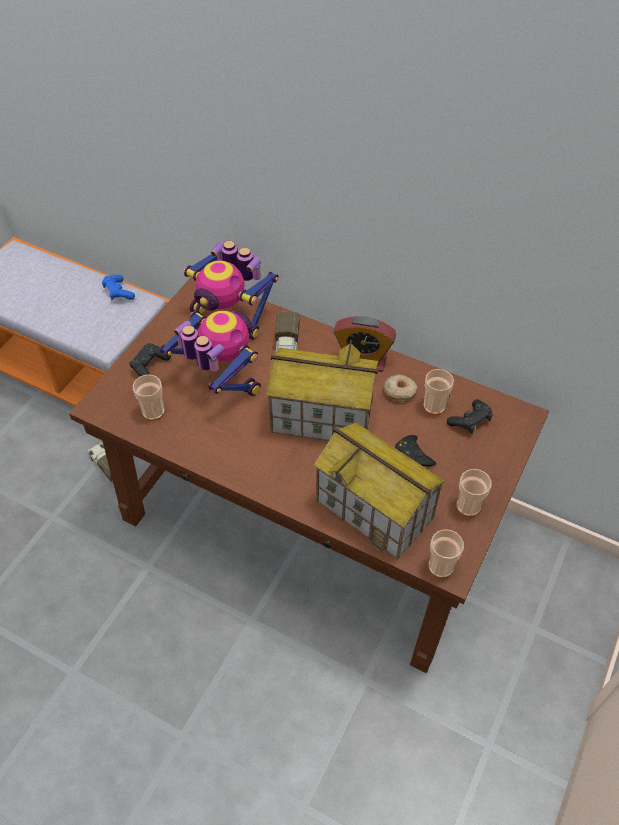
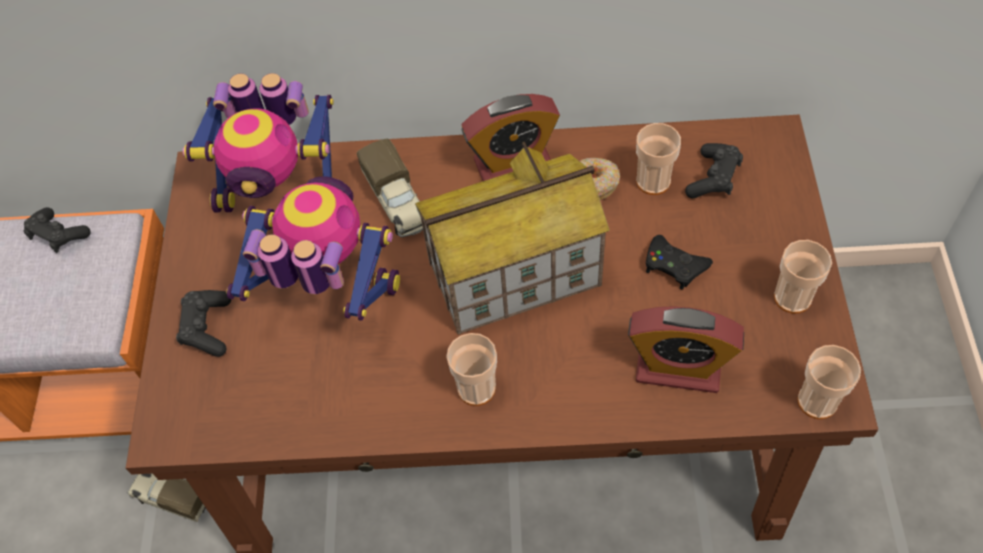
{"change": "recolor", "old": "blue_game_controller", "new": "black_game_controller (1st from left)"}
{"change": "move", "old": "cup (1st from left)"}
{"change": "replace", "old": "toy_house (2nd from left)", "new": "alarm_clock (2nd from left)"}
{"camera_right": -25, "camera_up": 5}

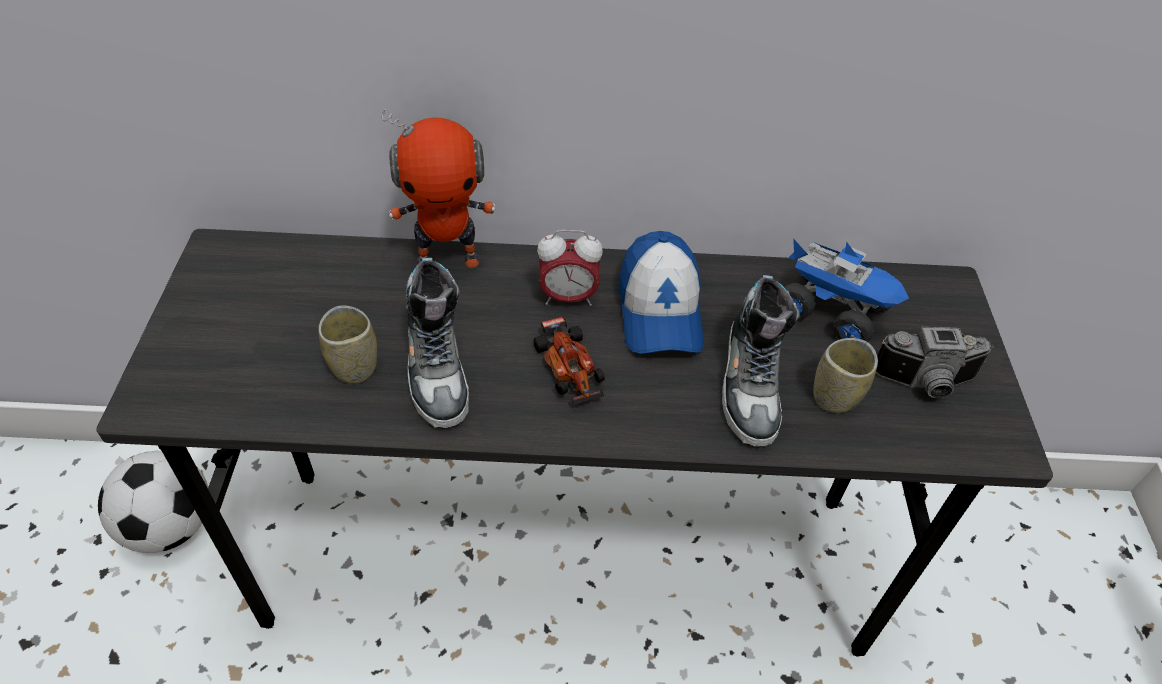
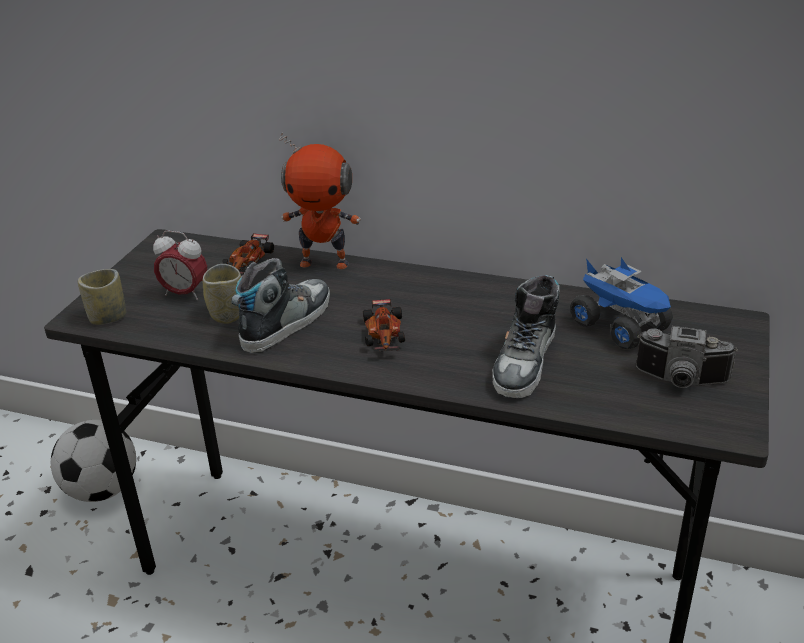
{"change": "rotate", "old": "shoe (1st from left)", "degrees": -150}
{"change": "move", "old": "alarm_clock"}
{"change": "delete", "old": "cap"}
{"change": "move", "old": "cup (2nd from left in the first image)", "new": "cup (1st from left)"}
{"change": "insert", "new": "toy_car (1st from left)"}
{"camera_right": 20, "camera_up": -15}

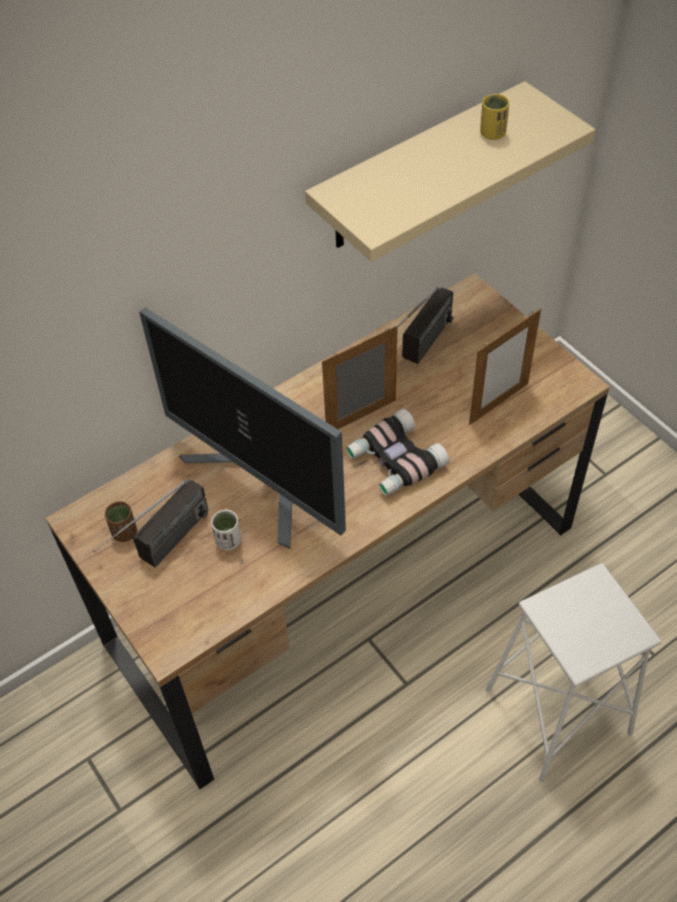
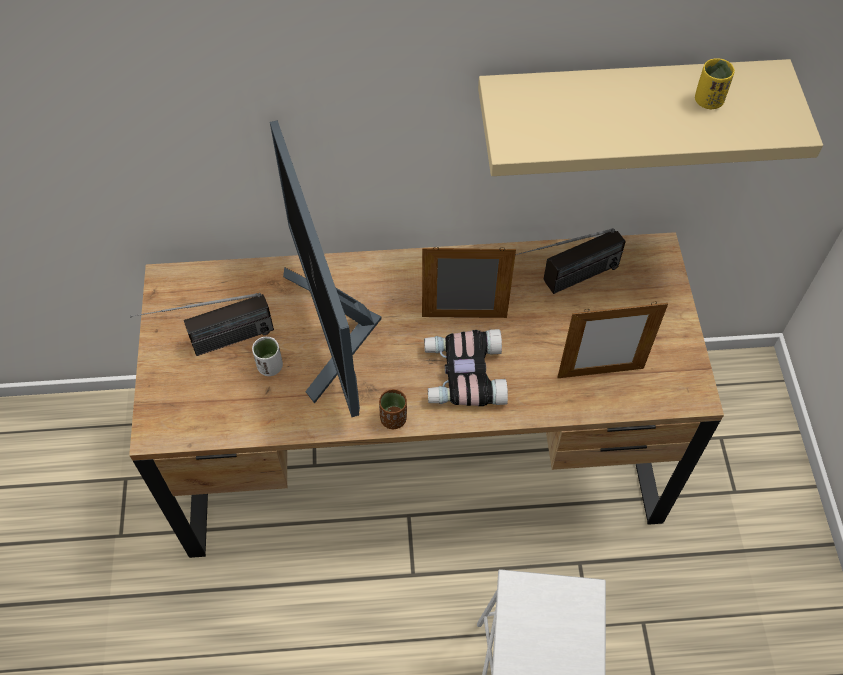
{"change": "move", "old": "brown_cup"}
{"camera_right": 30, "camera_up": 5}

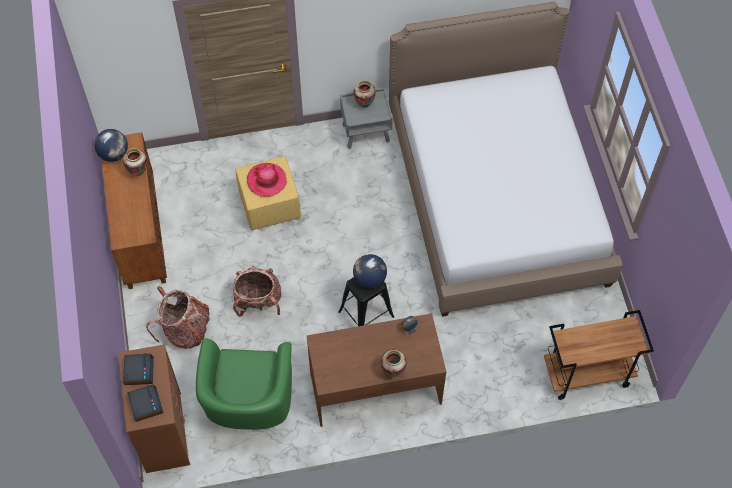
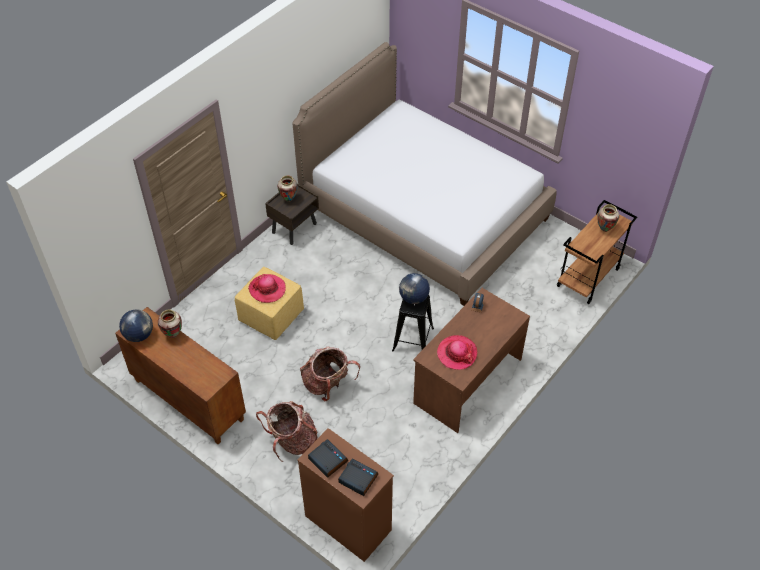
{"change": "delete", "old": "green_armchair"}
{"change": "recolor", "old": "grey_nightstand", "new": "brown_nightstand"}
{"change": "move", "old": "vase (3rd from left)"}
{"change": "insert", "new": "hat (2nd from left)"}
{"camera_right": -40, "camera_up": -10}

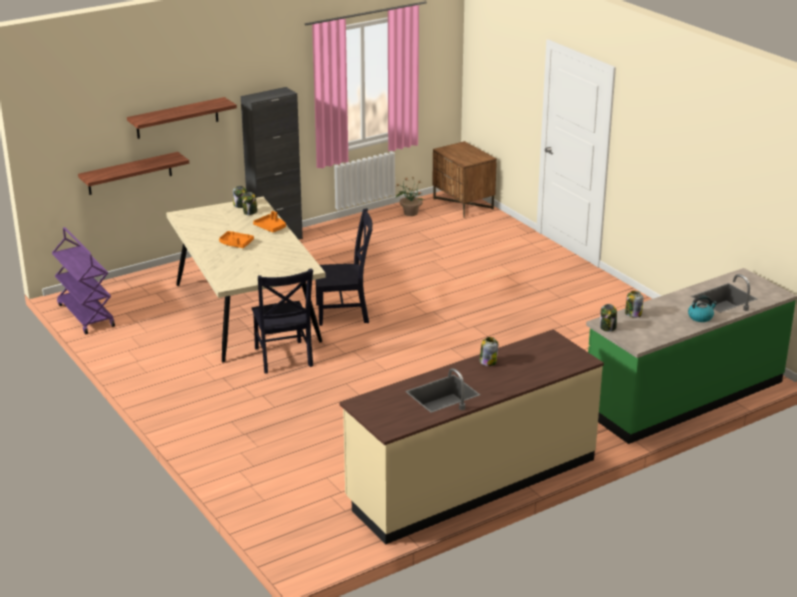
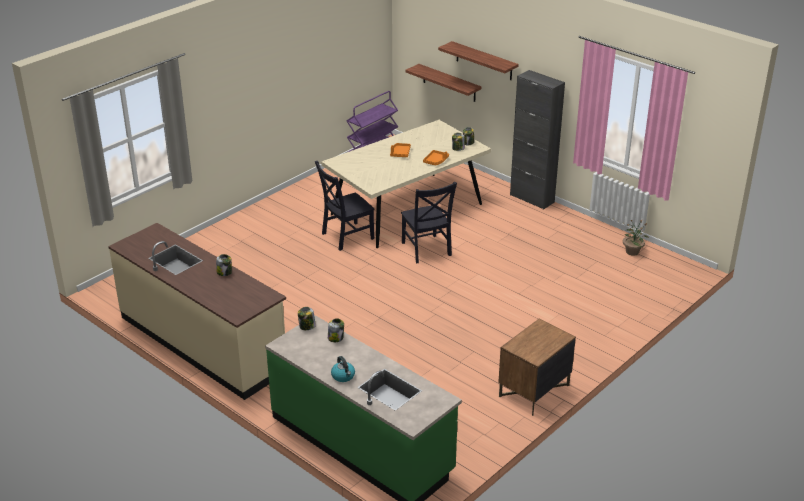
{"change": "move", "old": "brown_nightstand"}
{"camera_right": 75, "camera_up": 5}

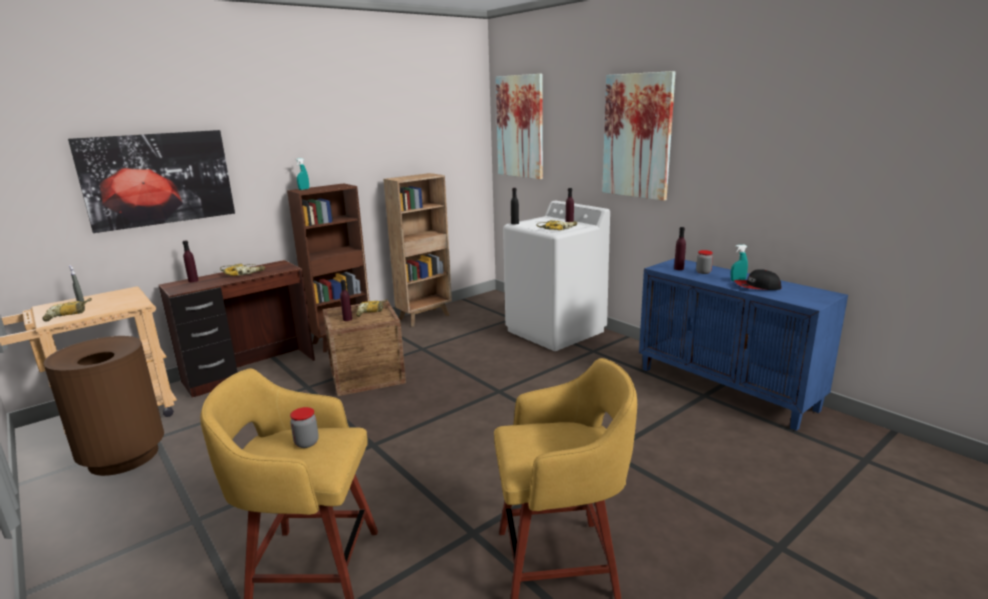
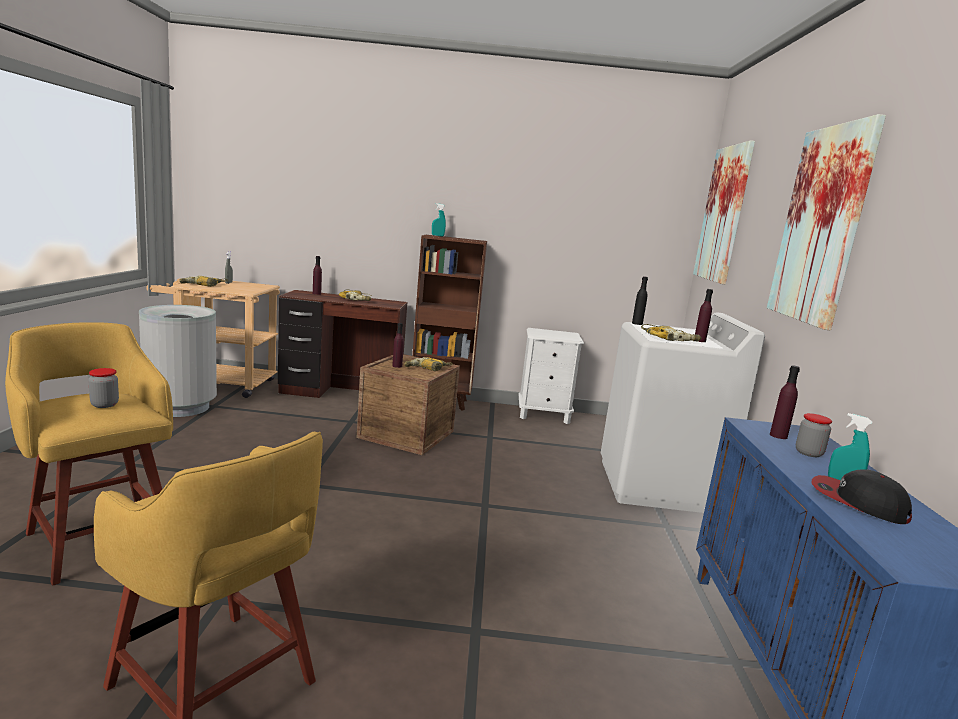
{"change": "recolor", "old": "brown_trash_can", "new": "grey_trash_can"}
{"change": "delete", "old": "picture (1st from left)"}
{"change": "replace", "old": "brown_bookcase (2nd from left)", "new": "white_nightstand"}
{"camera_right": 40, "camera_up": -5}

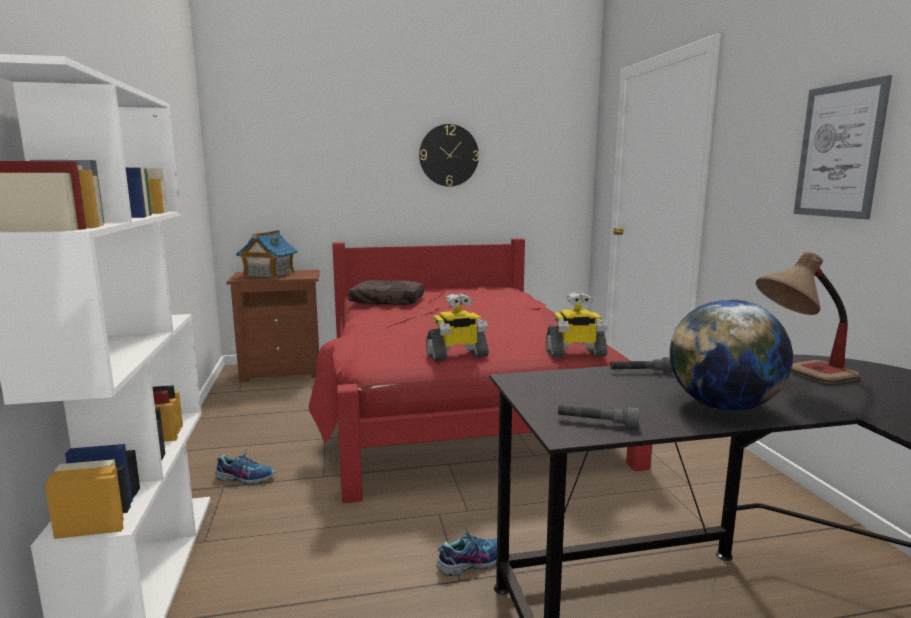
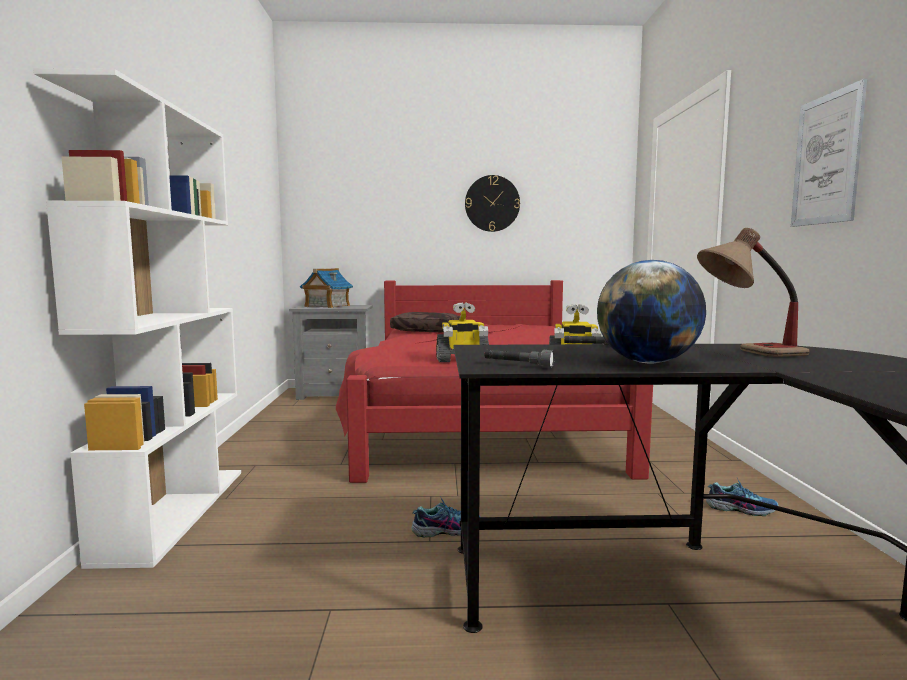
{"change": "move", "old": "shoe (1st from left in the first image)", "new": "shoe (2nd from left)"}
{"change": "recolor", "old": "brown_nightstand", "new": "grey_nightstand"}
{"camera_right": 10, "camera_up": -5}

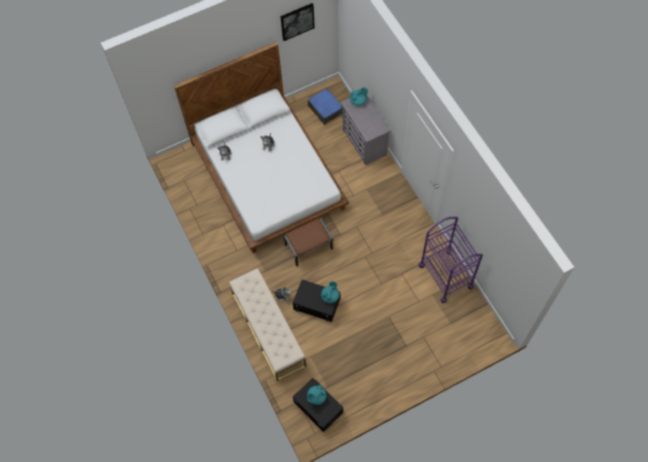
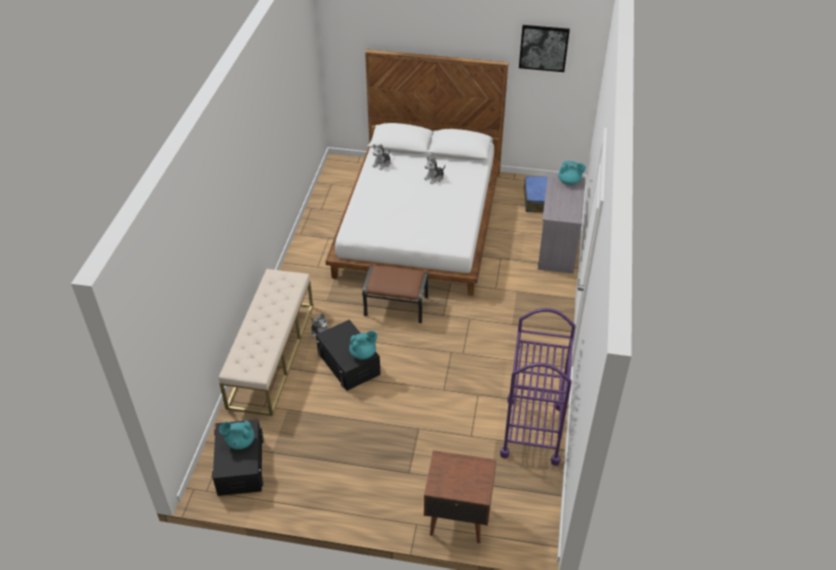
{"change": "insert", "new": "brown_nightstand"}
{"camera_right": 35, "camera_up": -20}

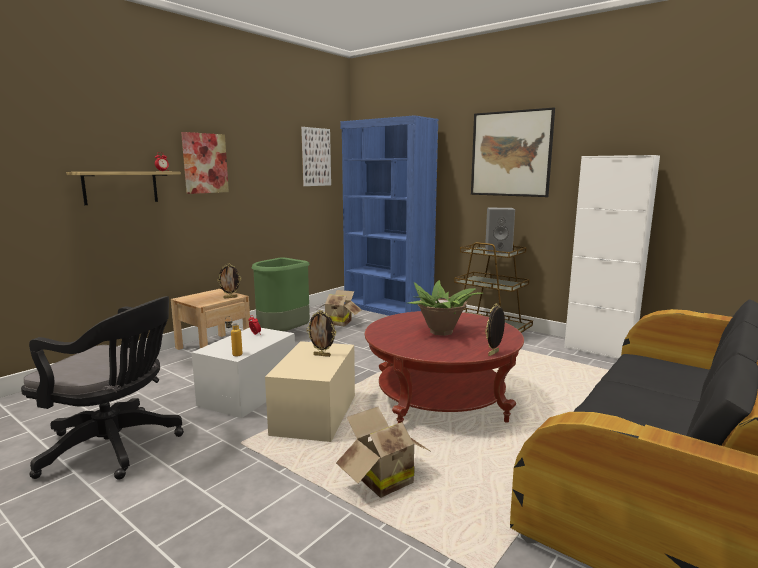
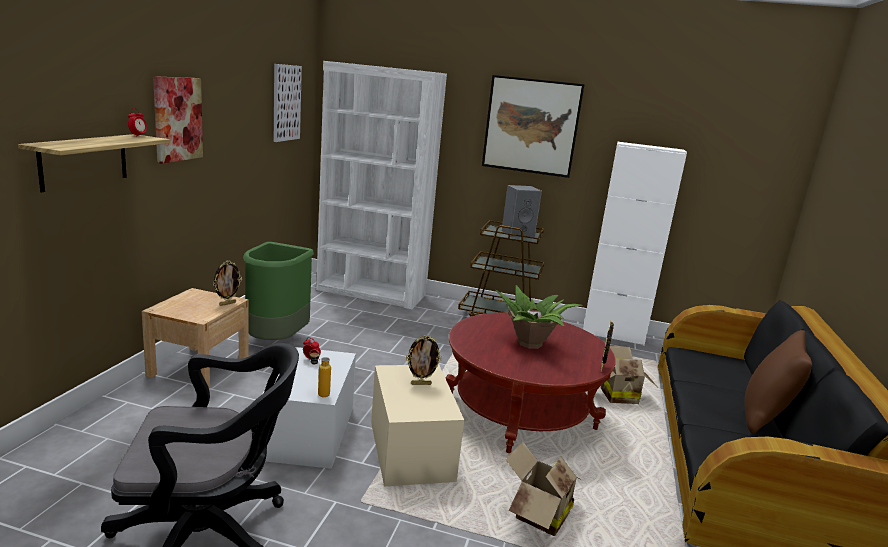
{"change": "move", "old": "cardboard_box (1st from left in the first image)", "new": "cardboard_box (2nd from left)"}
{"change": "recolor", "old": "blue_bookcase", "new": "white_bookcase"}
{"change": "insert", "new": "brown_pillow"}
{"camera_right": -25, "camera_up": 5}

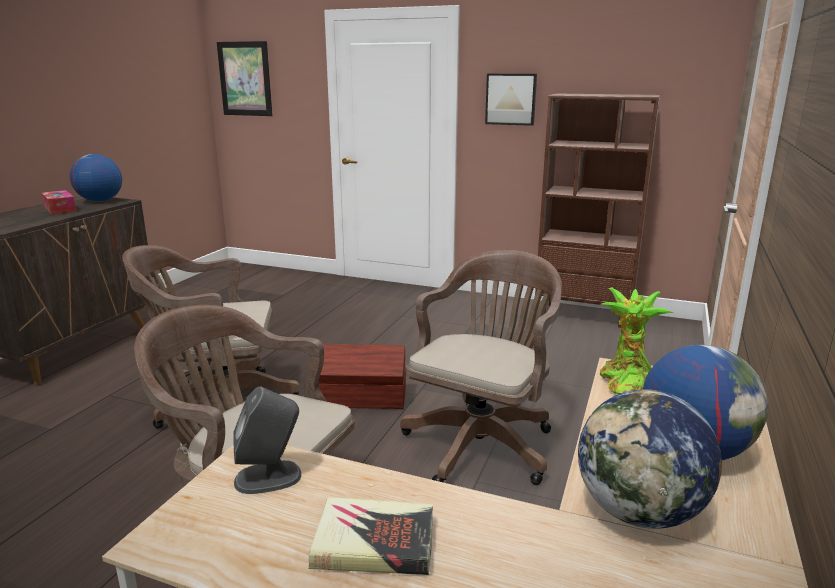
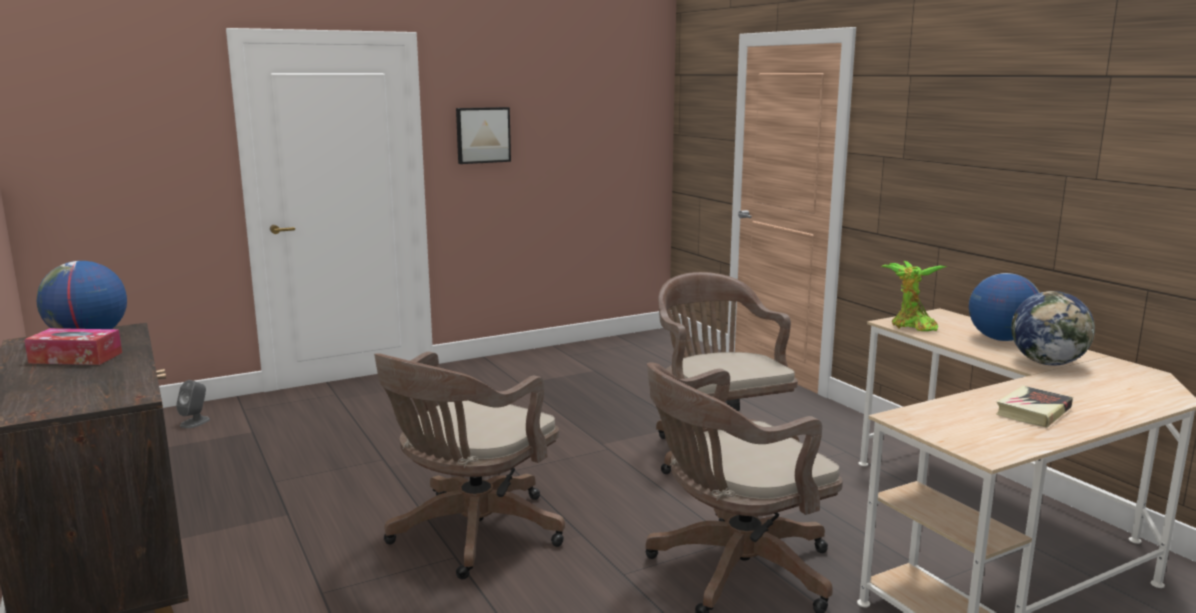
{"change": "delete", "old": "picture (1st from left)"}
{"change": "move", "old": "grey_speaker"}
{"change": "delete", "old": "brown_storage_box"}
{"change": "delete", "old": "brown_bookcase"}
{"camera_right": -50, "camera_up": -5}

